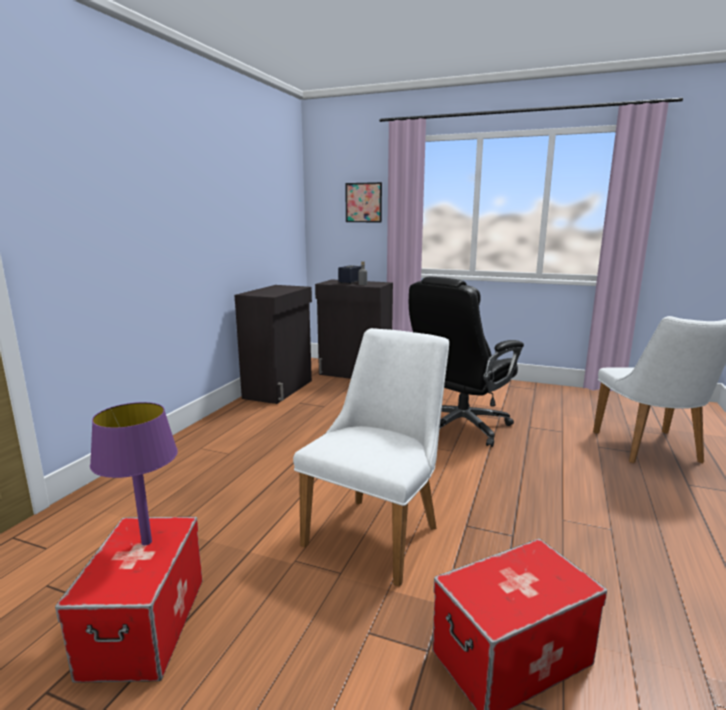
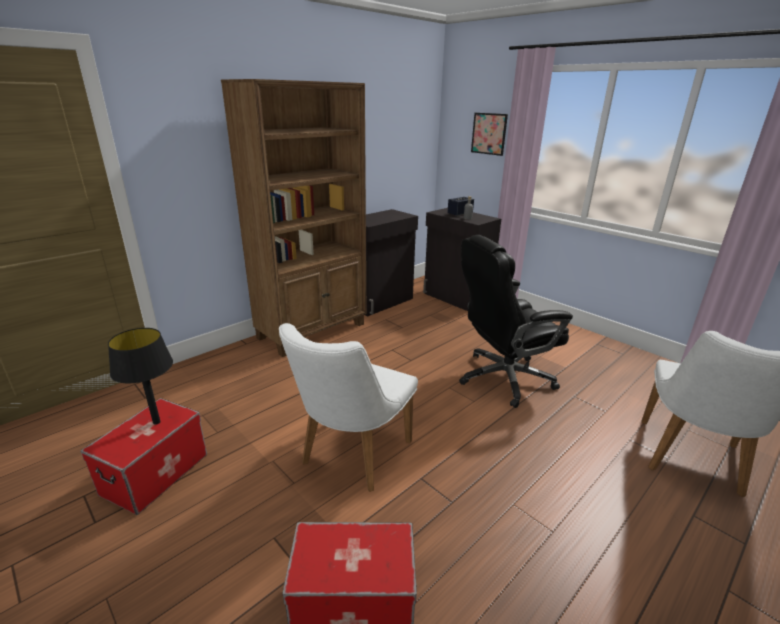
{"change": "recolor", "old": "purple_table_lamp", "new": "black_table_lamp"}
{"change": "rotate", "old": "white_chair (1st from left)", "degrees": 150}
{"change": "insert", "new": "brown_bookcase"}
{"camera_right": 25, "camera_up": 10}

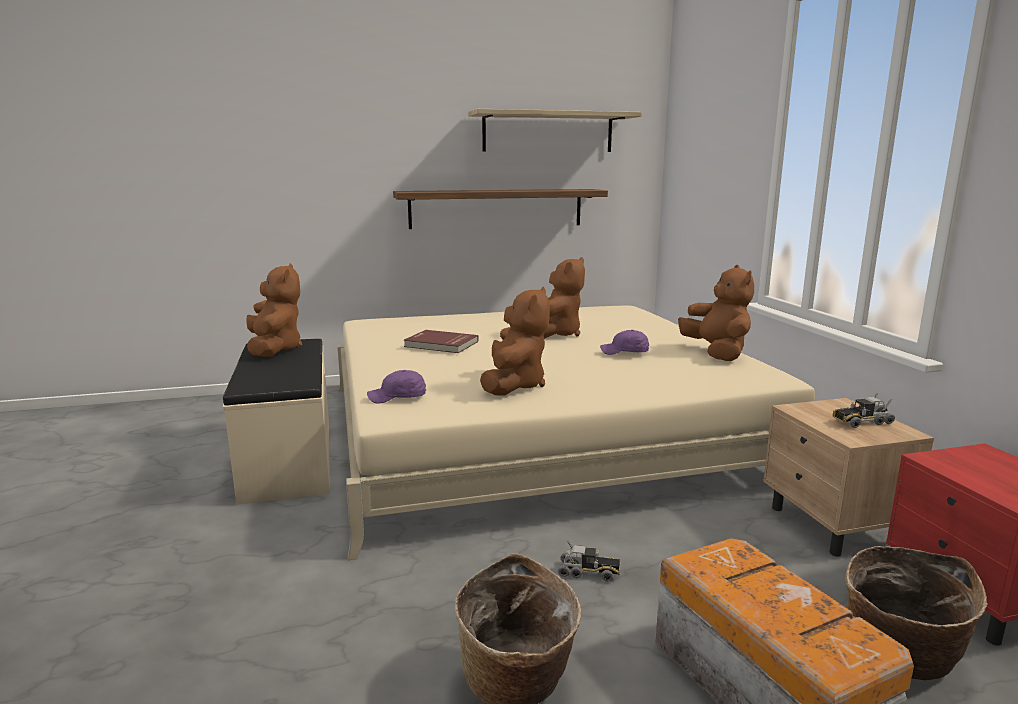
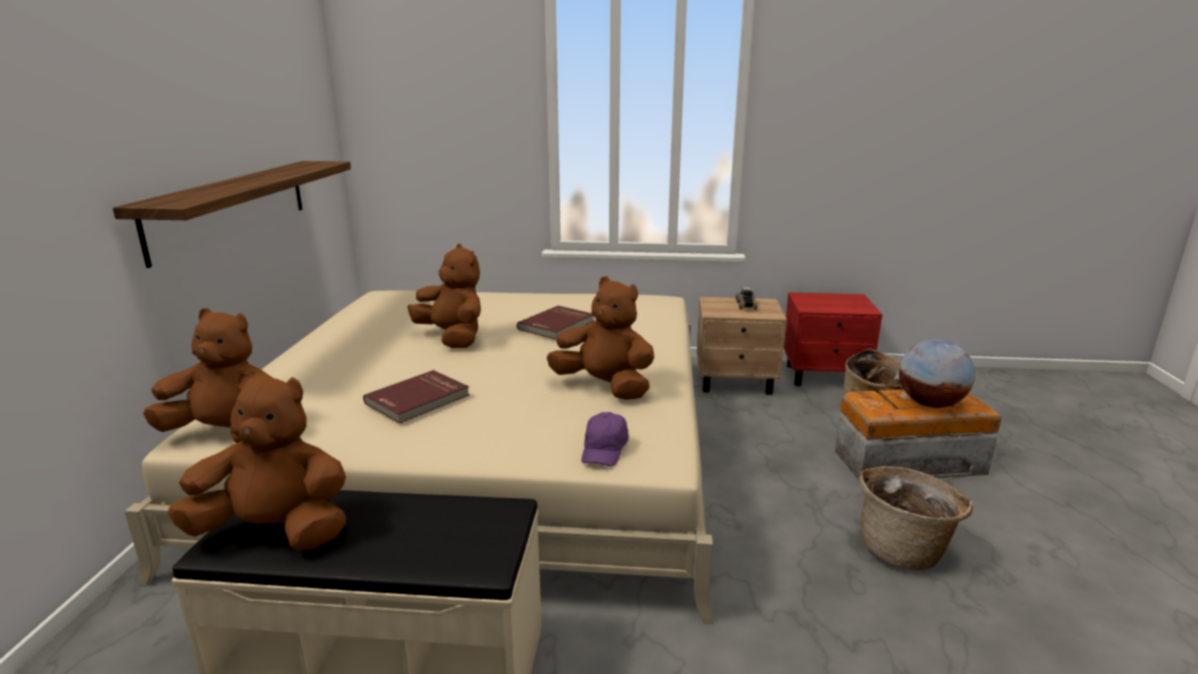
{"change": "delete", "old": "shelf (2nd from left)"}
{"change": "delete", "old": "toy_truck (1st from left)"}
{"change": "replace", "old": "purple_cap (2nd from left)", "new": "red_book (2nd from left)"}
{"change": "move", "old": "brown_plush_toy (4th from left in the first image)", "new": "brown_plush_toy (1st from left)"}
{"change": "insert", "new": "globe"}
{"camera_right": -70, "camera_up": 5}

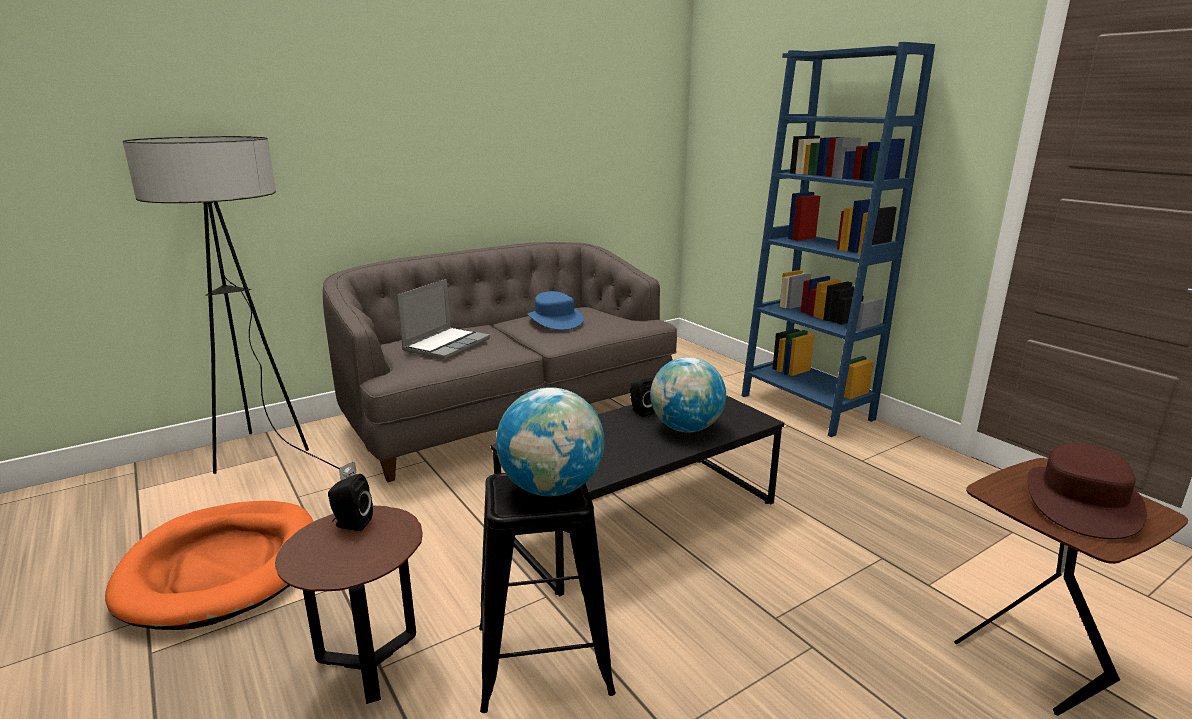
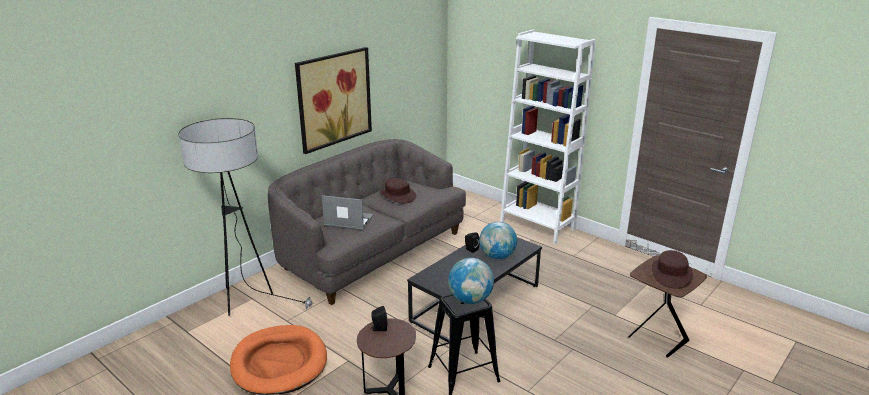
{"change": "rotate", "old": "laptop", "degrees": -90}
{"change": "recolor", "old": "blue_hat", "new": "brown_hat (1st from left)"}
{"change": "recolor", "old": "blue_bookcase", "new": "white_bookcase"}
{"change": "insert", "new": "picture"}
{"camera_right": -15, "camera_up": 5}

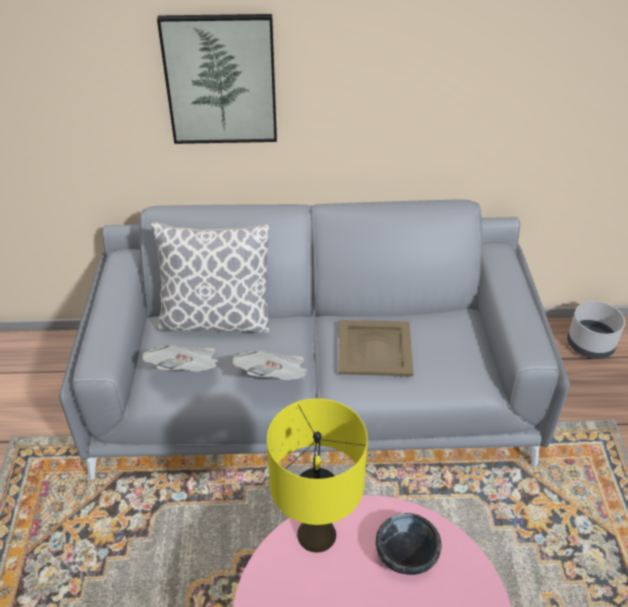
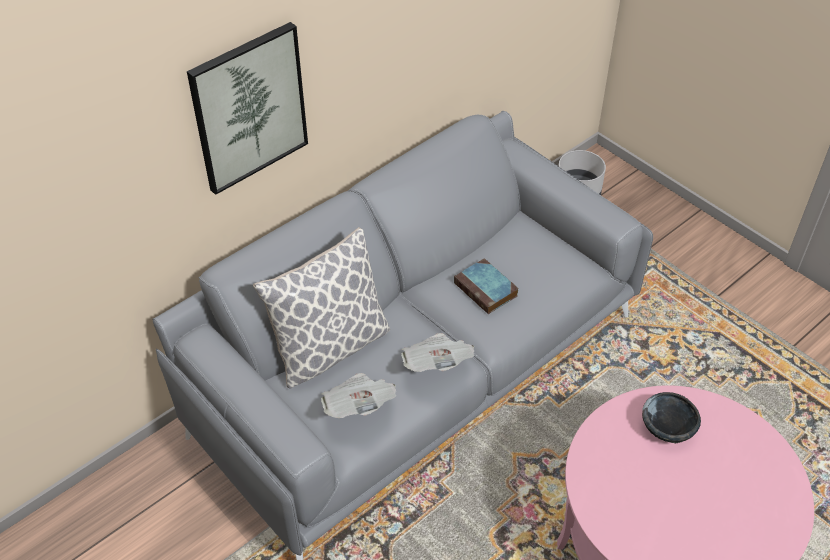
{"change": "delete", "old": "yellow_table_lamp"}
{"change": "replace", "old": "beige_tray", "new": "book"}
{"camera_right": -40, "camera_up": 5}

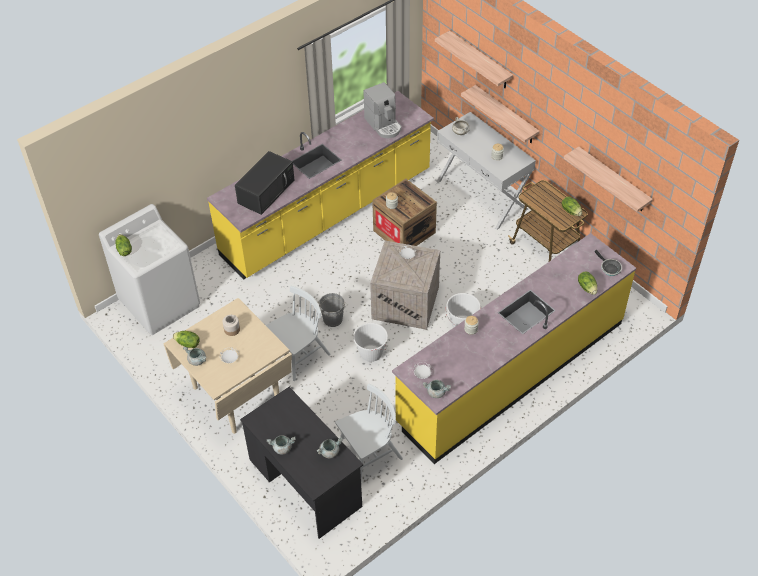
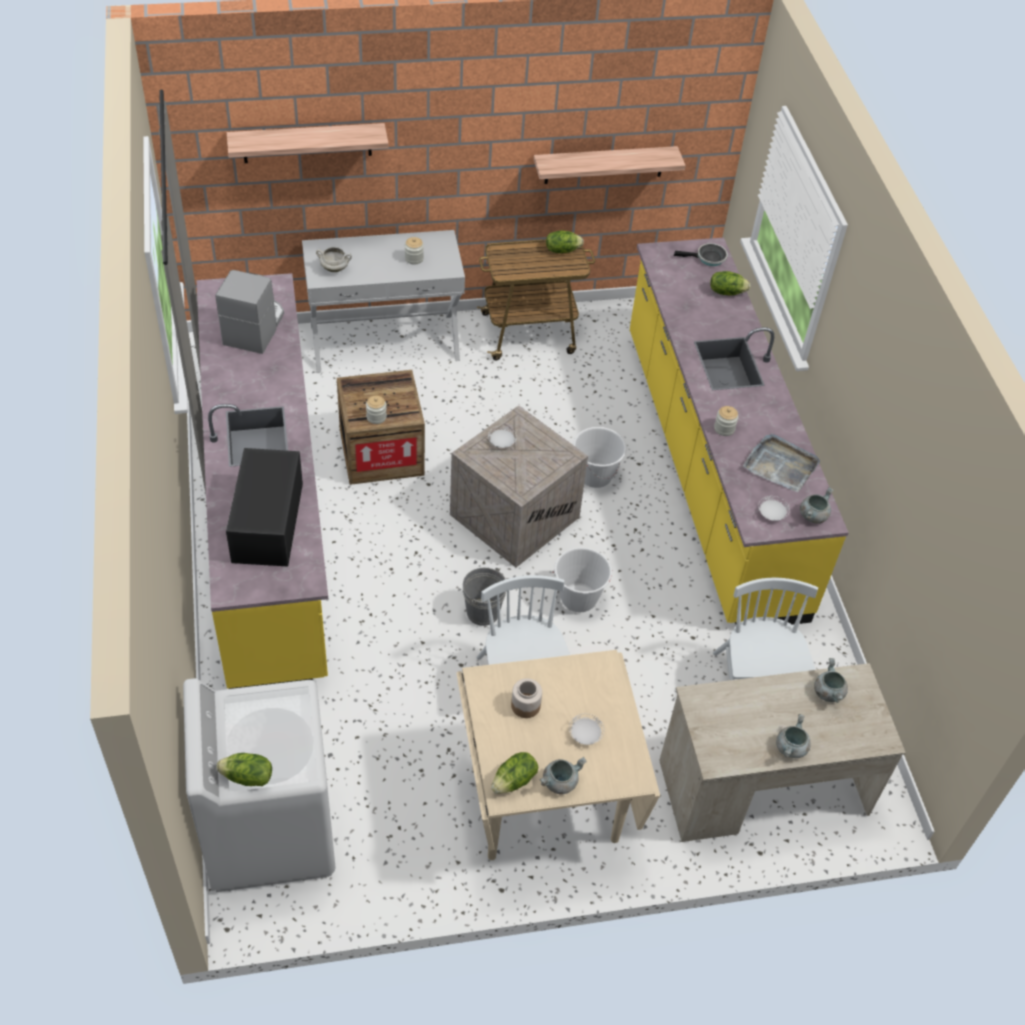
{"change": "rotate", "old": "black_microwave", "degrees": -150}
{"change": "recolor", "old": "black_desk", "new": "beige_desk"}
{"change": "rotate", "old": "coffee_machine", "degrees": -75}
{"change": "delete", "old": "shelf (2nd from left)"}
{"change": "insert", "new": "grey_tray"}
{"camera_right": -65, "camera_up": 0}

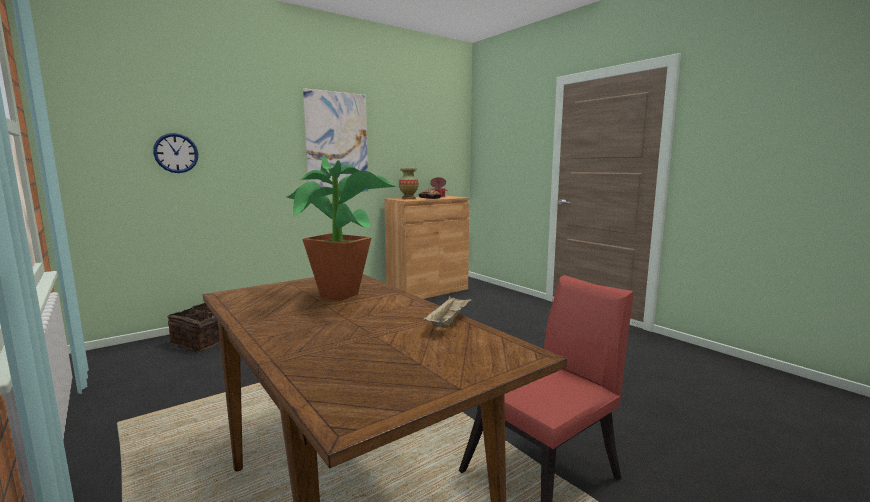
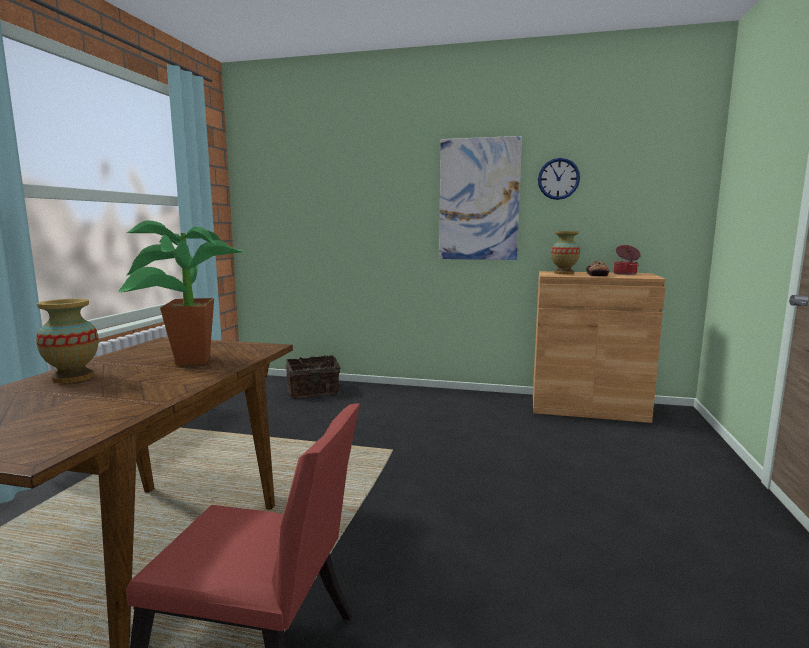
{"change": "move", "old": "wall_clock"}
{"change": "delete", "old": "beige_tray"}
{"change": "insert", "new": "vase (1st from left)"}
{"camera_right": 50, "camera_up": 0}

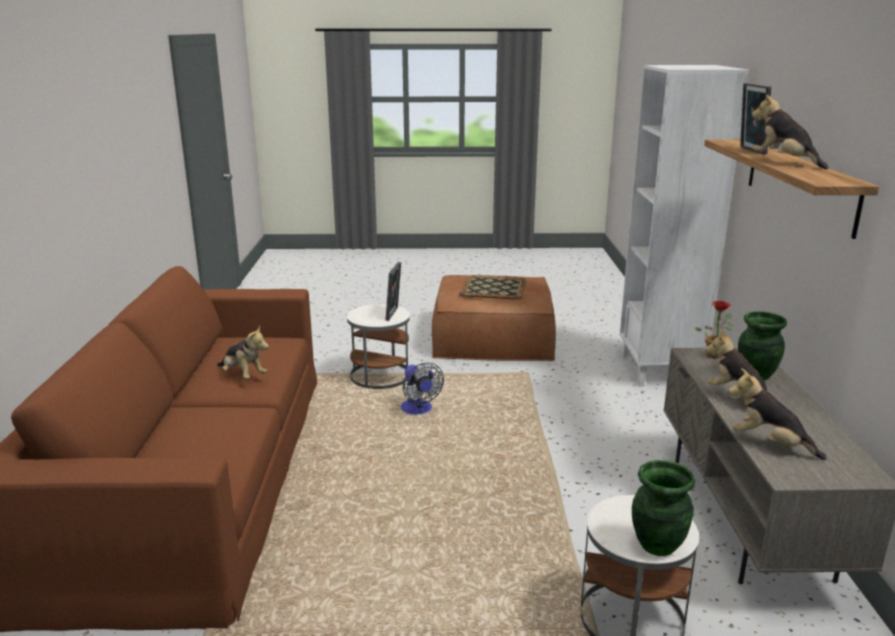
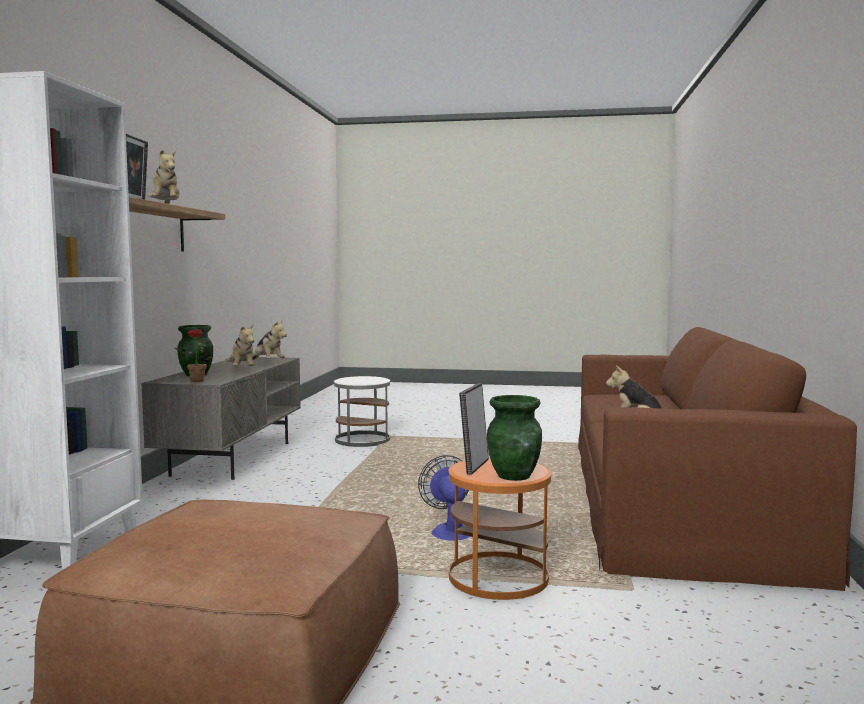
{"change": "recolor", "old": "white_side_table (1st from left)", "new": "orange_side_table"}
{"change": "delete", "old": "tray"}
{"change": "move", "old": "green_vase (1st from left in the first image)", "new": "green_vase (2nd from left)"}
{"camera_right": -170, "camera_up": -15}

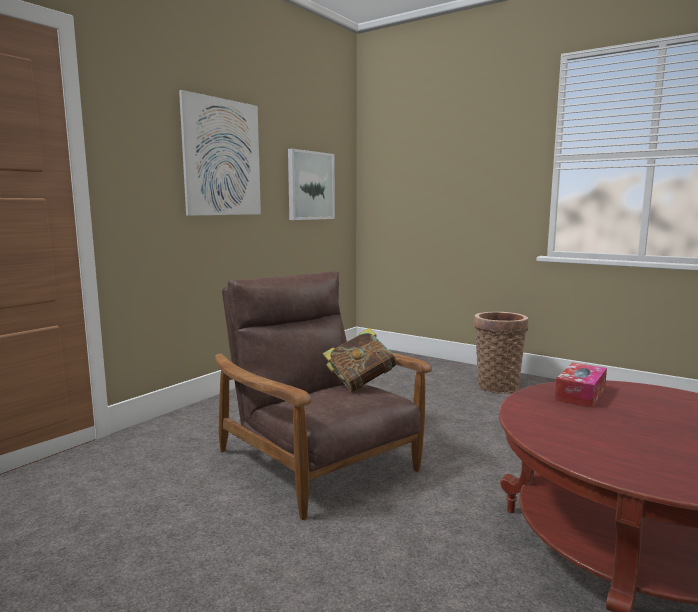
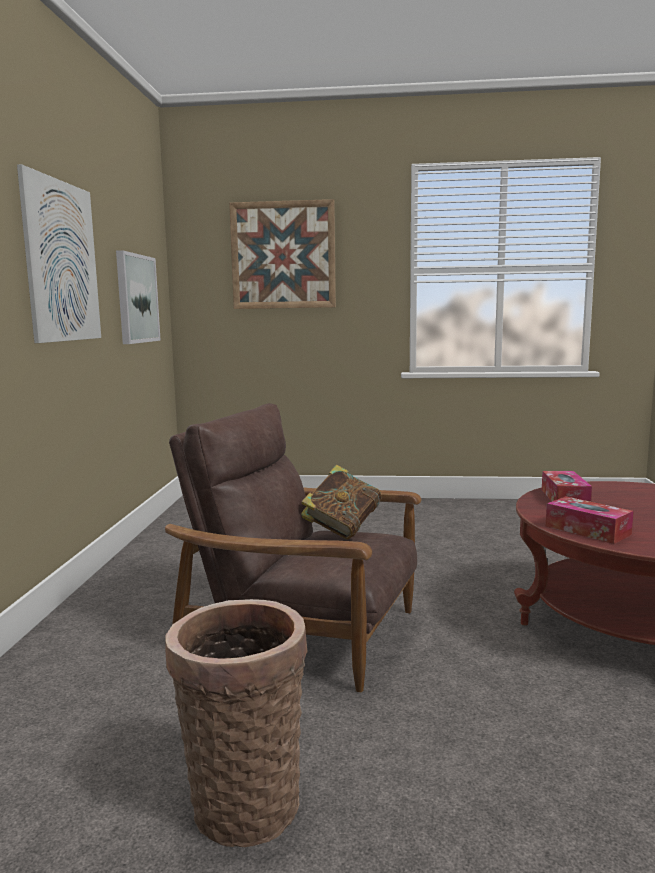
{"change": "move", "old": "basket"}
{"change": "insert", "new": "picture (3rd from left)"}
{"change": "insert", "new": "tissue_box (2nd from left)"}
{"camera_right": -30, "camera_up": 0}

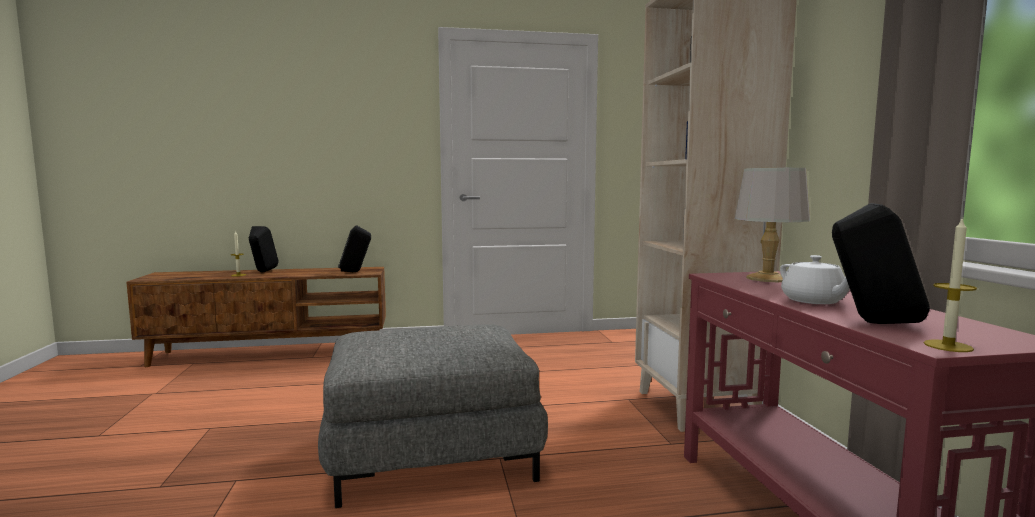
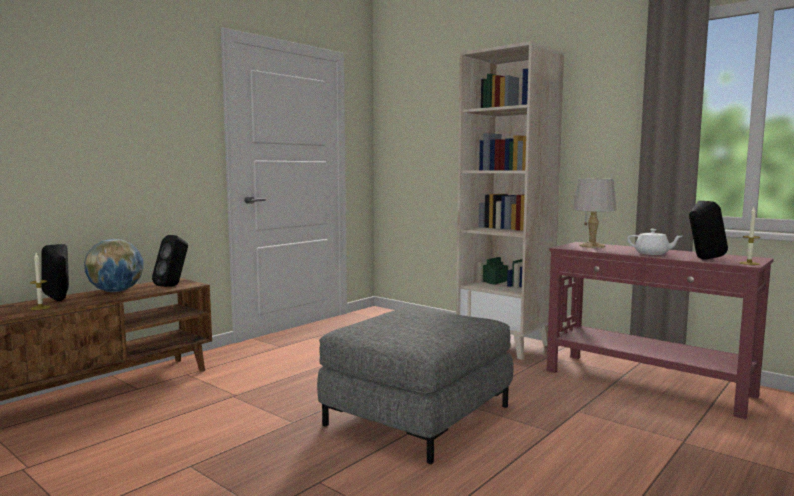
{"change": "insert", "new": "globe"}
{"camera_right": -40, "camera_up": 0}

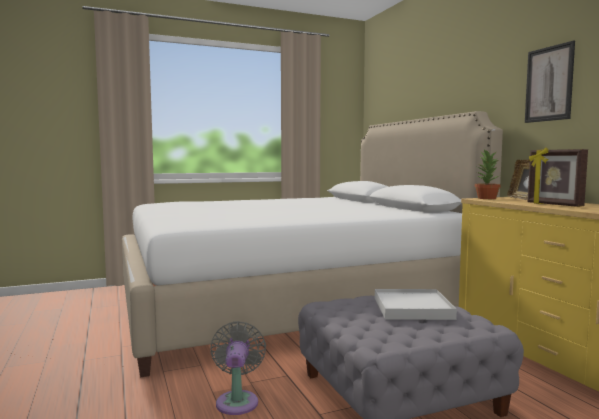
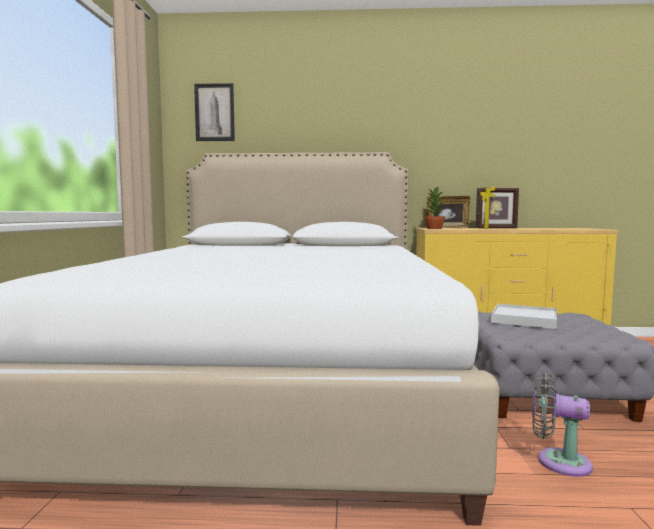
{"change": "move", "old": "picture"}
{"camera_right": -65, "camera_up": 0}

